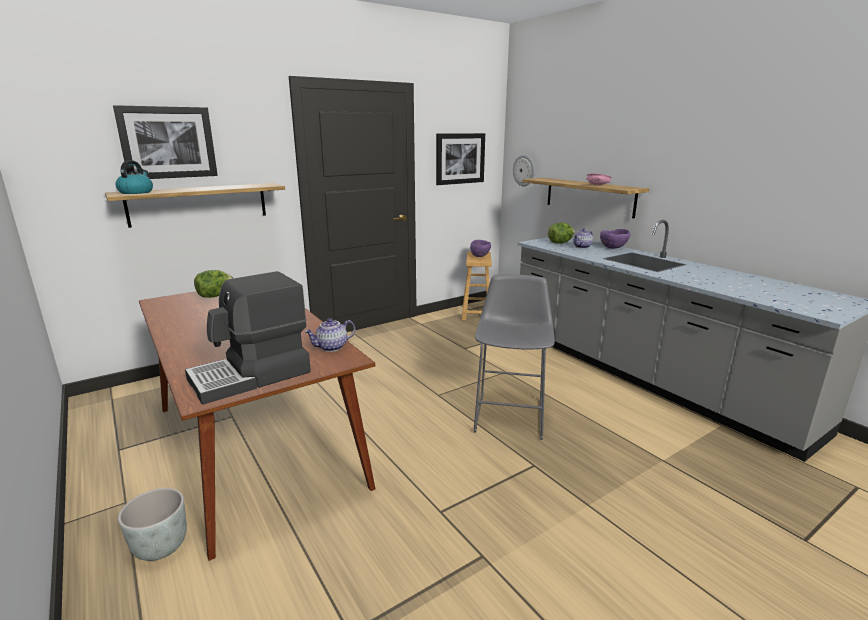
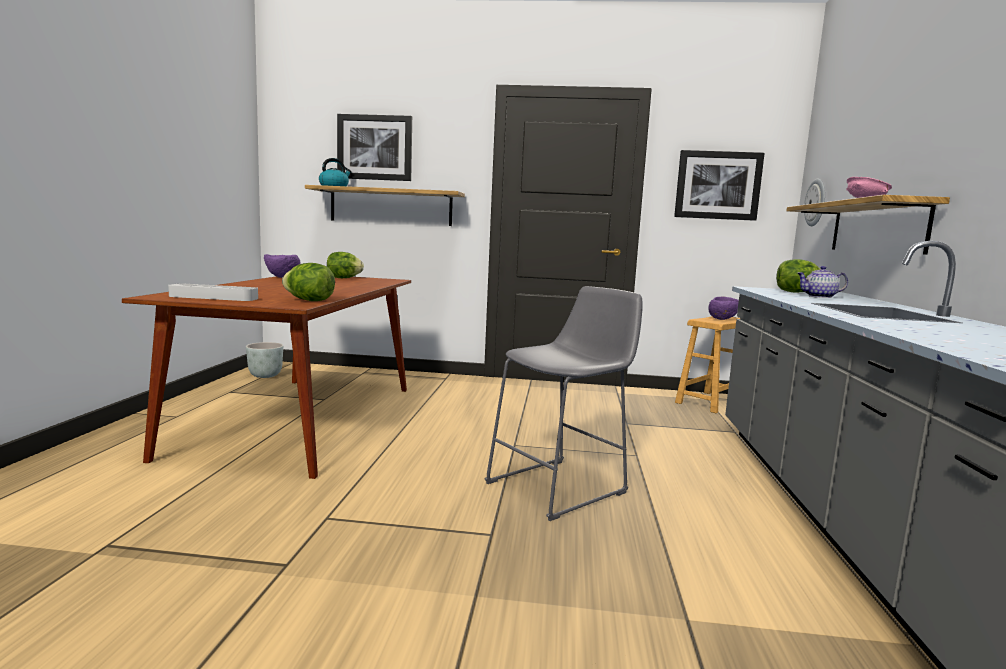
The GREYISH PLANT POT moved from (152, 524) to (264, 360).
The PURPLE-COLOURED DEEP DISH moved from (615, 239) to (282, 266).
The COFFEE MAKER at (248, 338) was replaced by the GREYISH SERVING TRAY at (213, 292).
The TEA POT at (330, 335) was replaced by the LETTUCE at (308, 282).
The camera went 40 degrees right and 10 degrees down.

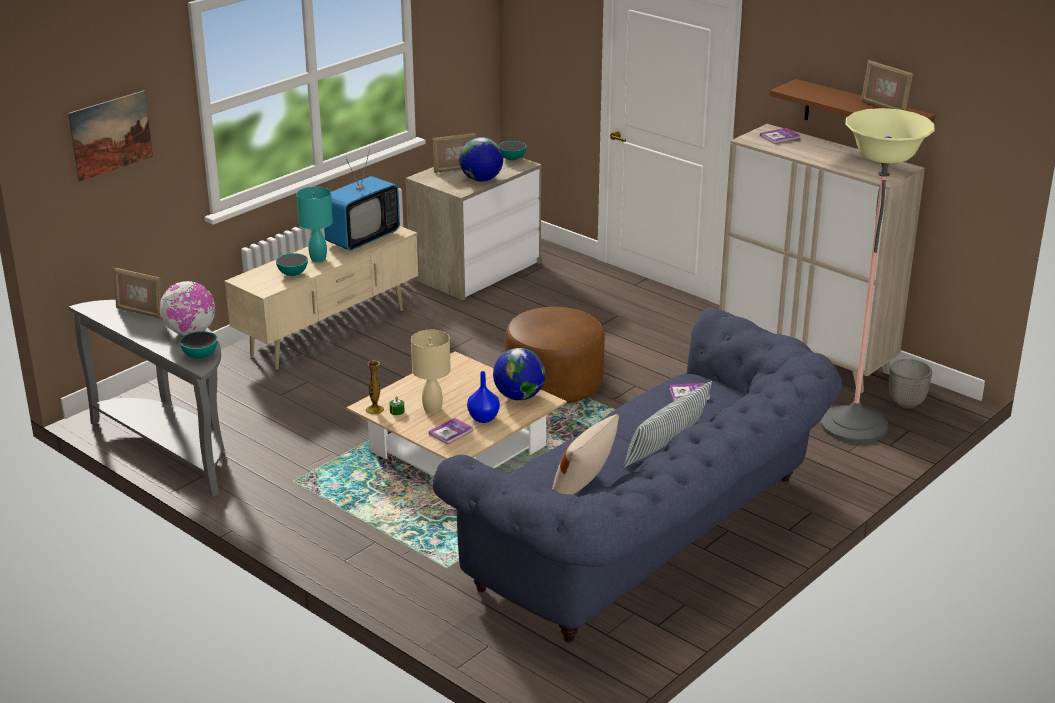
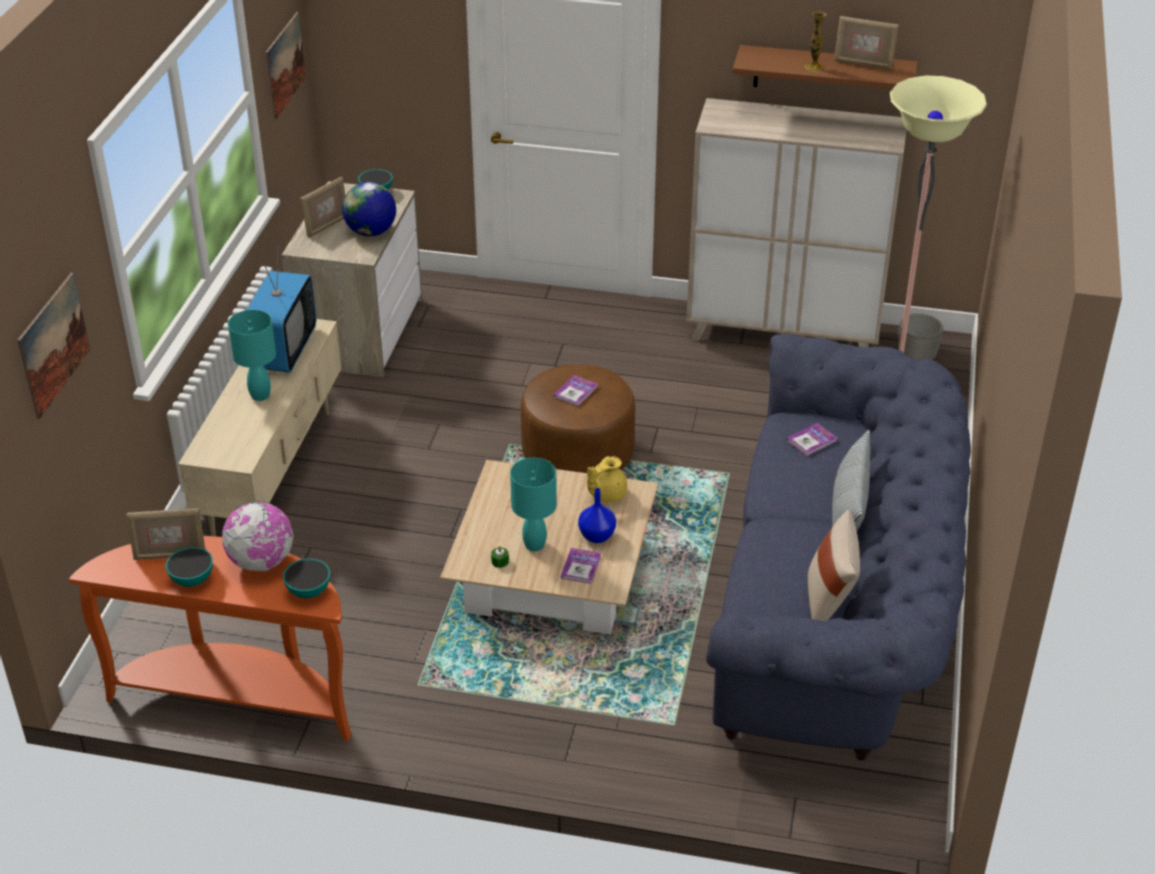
The WALL ART at (285, 66) appeared.
The DEEP DISH moved from (292, 264) to (189, 567).
The DECORATIVE VASE moved from (375, 387) to (815, 42).
The BOUND BOOK moved from (780, 136) to (576, 391).
The DESK GLOBE at (519, 374) was replaced by the YELLOW-COLOURED TEA POT at (607, 479).
The GREYISH CONSOLE TABLE at (147, 398) became the ORANGEY CONSOLE TABLE at (210, 638).
The BEIGE-COLOURED TABLE LAMP at (431, 372) became the TURQUOISE-COLOURED TABLE LAMP at (533, 504).
The camera went 30 degrees left and 10 degrees up.

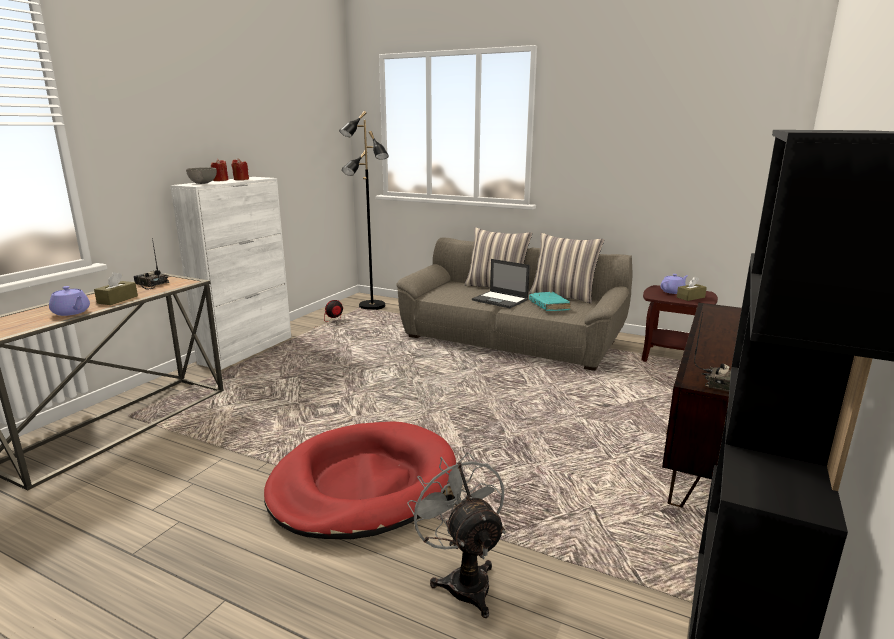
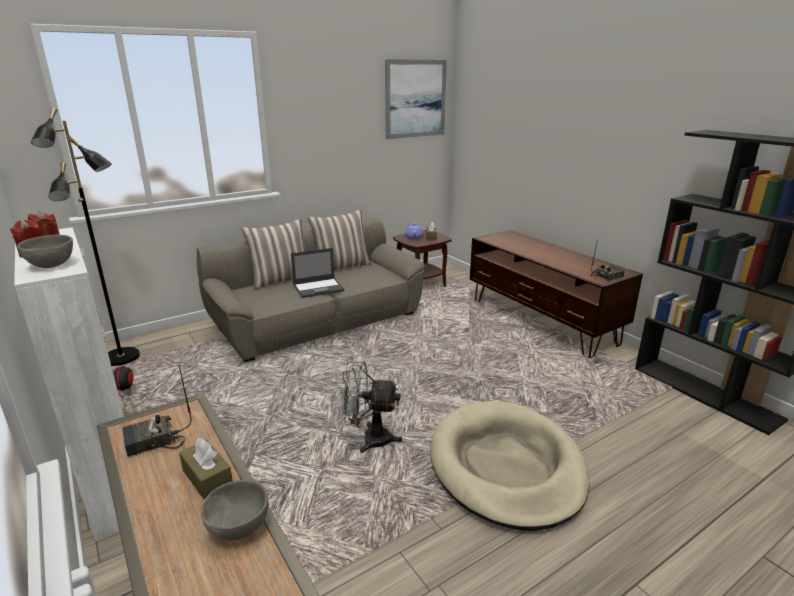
The TURQUOISE-COLOURED BOUND BOOK at (550, 301) disappeared.
The WALL ART at (416, 99) appeared.
The GREYISH COOLING FAN moved from (456, 535) to (370, 407).
The PURPLE-COLOURED TEA POT at (69, 301) was replaced by the GREYISH DEEP DISH at (234, 510).
The RED-COLOURED DOG CUSHION at (360, 480) became the BEIGE-COLOURED DOG CUSHION at (510, 466).
The camera went 60 degrees left and 5 degrees up.

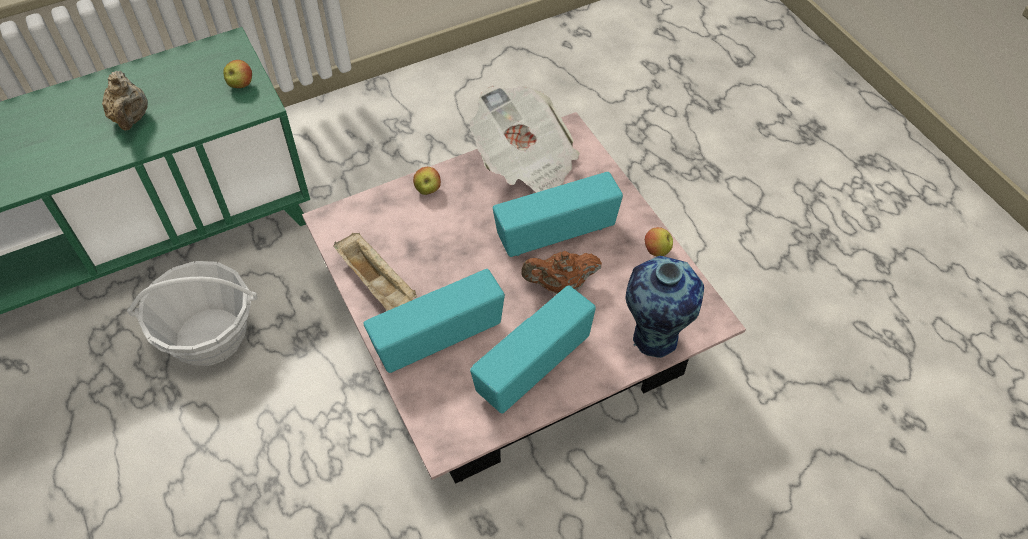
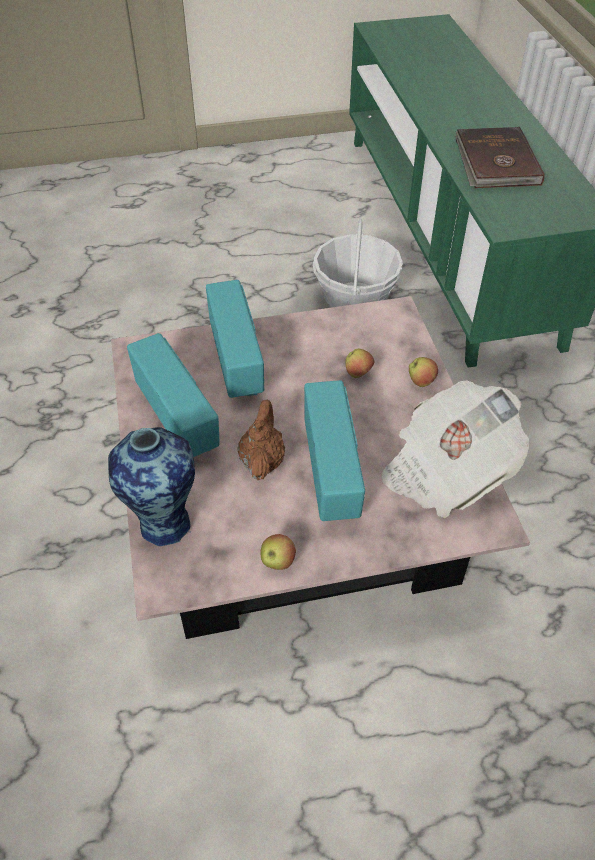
The BEIGE-COLOURED SERVING TRAY at (375, 272) disappeared.
The APPLE moved from (238, 74) to (360, 363).
The BEIGE-COLOURED TEA POT at (125, 100) was replaced by the BROWN BOUND BOOK at (500, 157).
The camera went 105 degrees right and 5 degrees down.

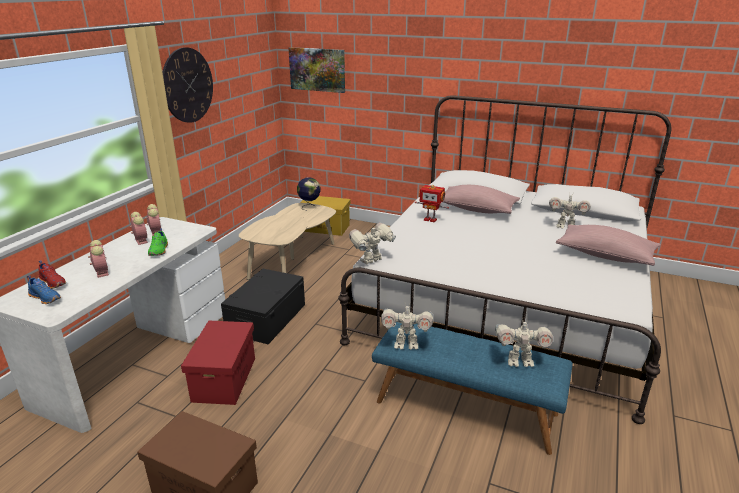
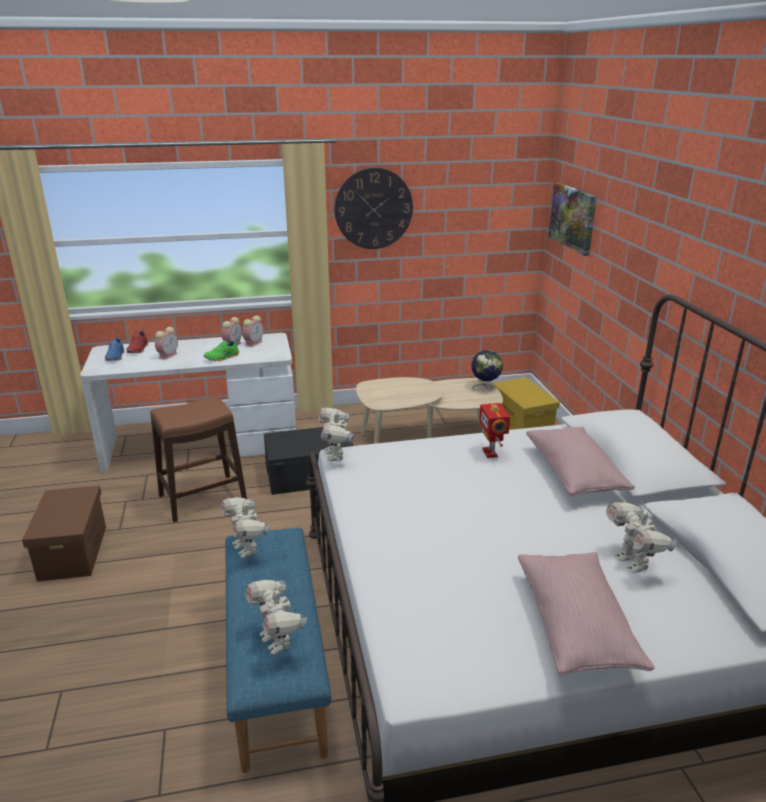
The RED-COLOURED STORAGE BIN at (218, 363) was replaced by the BROWN STOOL at (198, 458).
The TOY ROBOT at (372, 243) turned 120 degrees counterclockwise.
The camera went 55 degrees right and 0 degrees up.

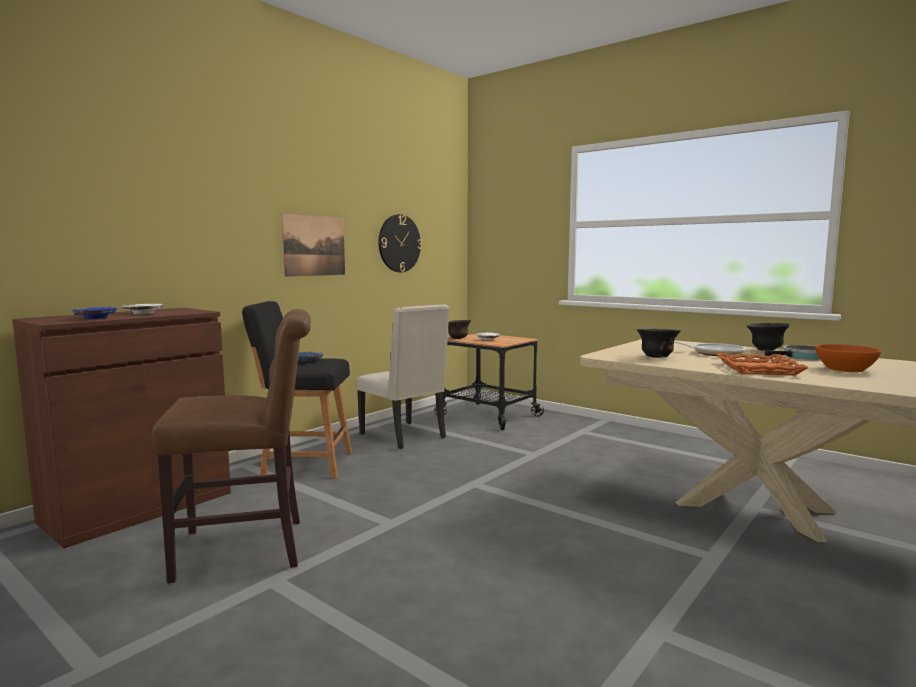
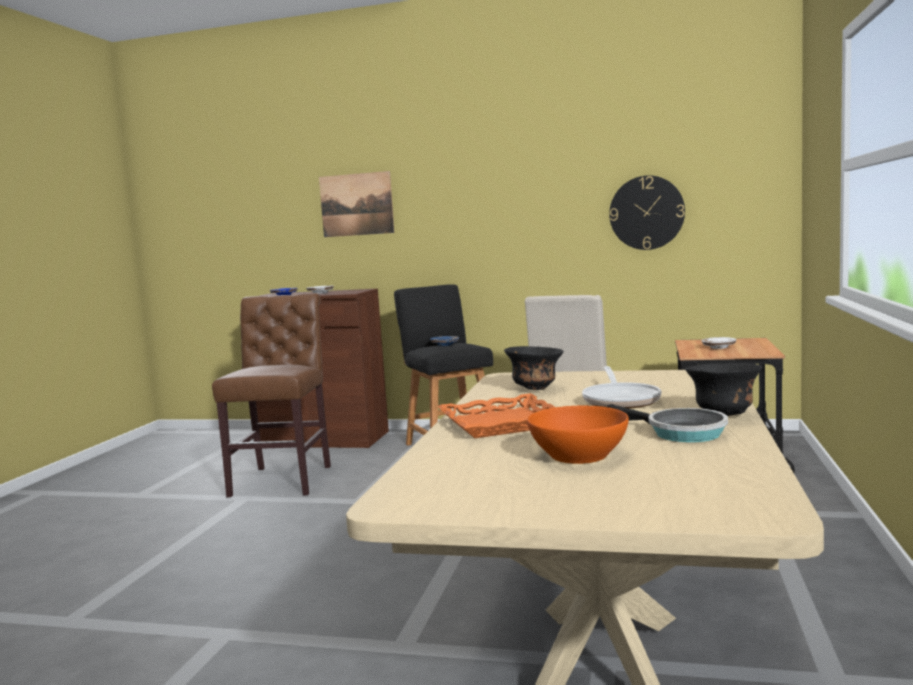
The BROWN DEEP DISH at (459, 329) disappeared.
The WALL ART moved from (313, 245) to (356, 204).
The BROWN UPRIGHT CHAIR at (231, 446) turned 135 degrees counterclockwise.
The camera went 65 degrees right and 0 degrees up.

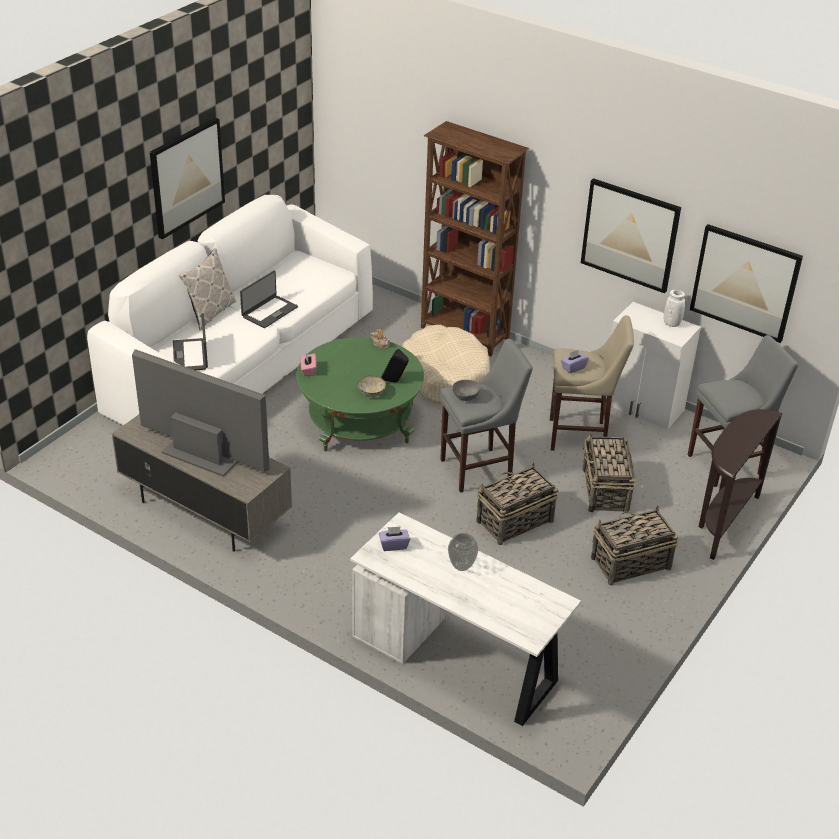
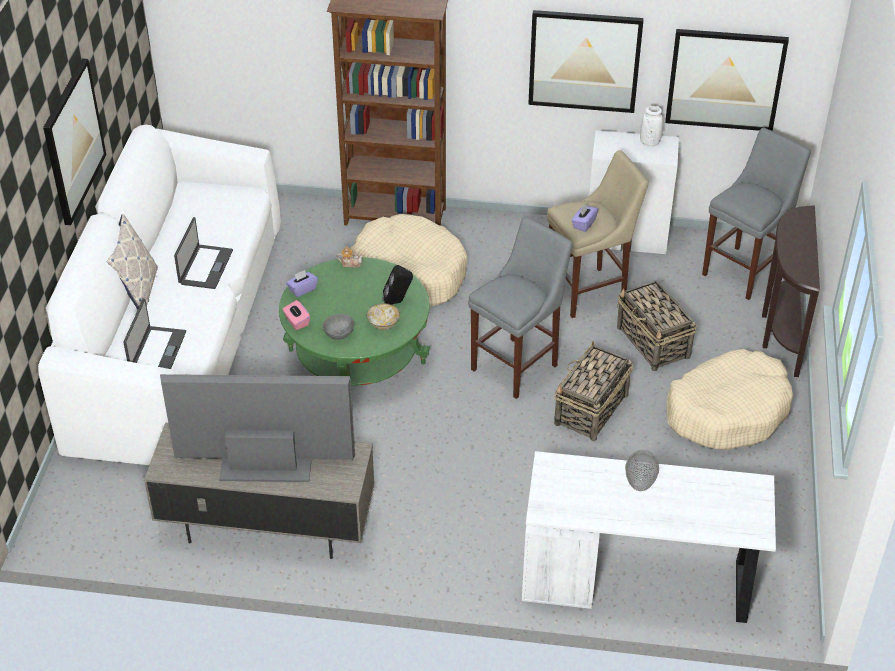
The PURPLE-COLOURED BOX OF TISSUES moved from (394, 538) to (302, 283).
The GREYISH DEEP DISH moved from (466, 390) to (338, 327).
The BASKET at (635, 545) was replaced by the BEIGE-COLOURED DOG CUSHION at (729, 399).
The NOTEBOOK COMPUTER at (190, 341) turned 135 degrees counterclockwise.
The camera went 25 degrees left and 5 degrees up.

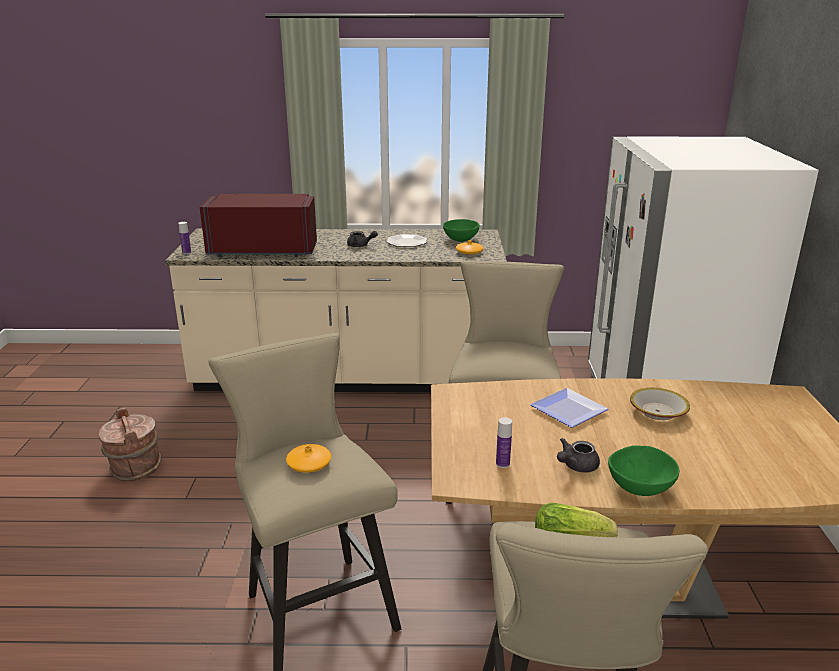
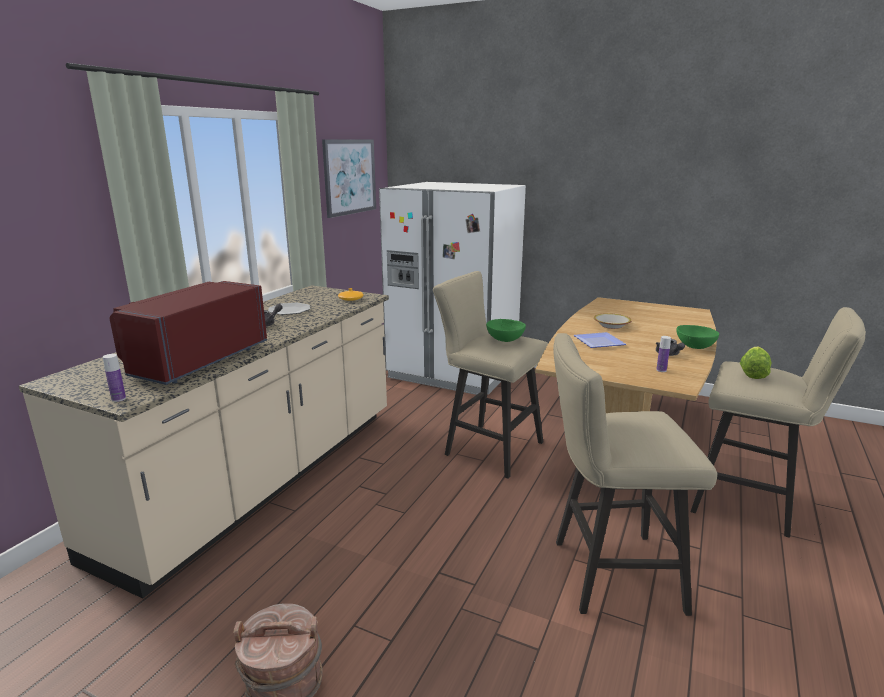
The ORANGEY DECORATIVE VASE at (308, 458) disappeared.
The WALL ART at (349, 178) appeared.
The GREEN DEEP DISH moved from (461, 230) to (506, 330).
The camera went 65 degrees left and 5 degrees down.

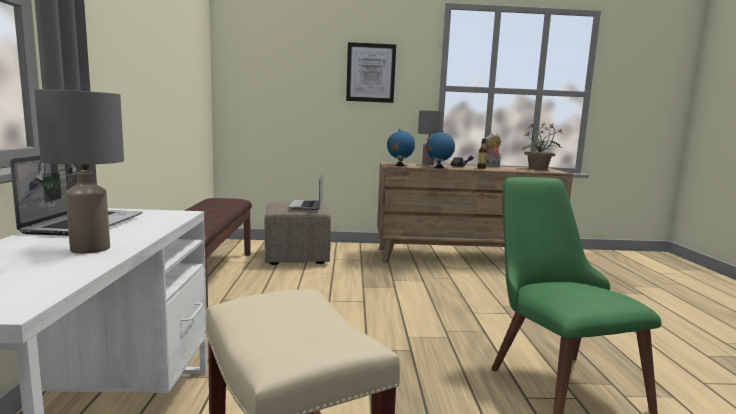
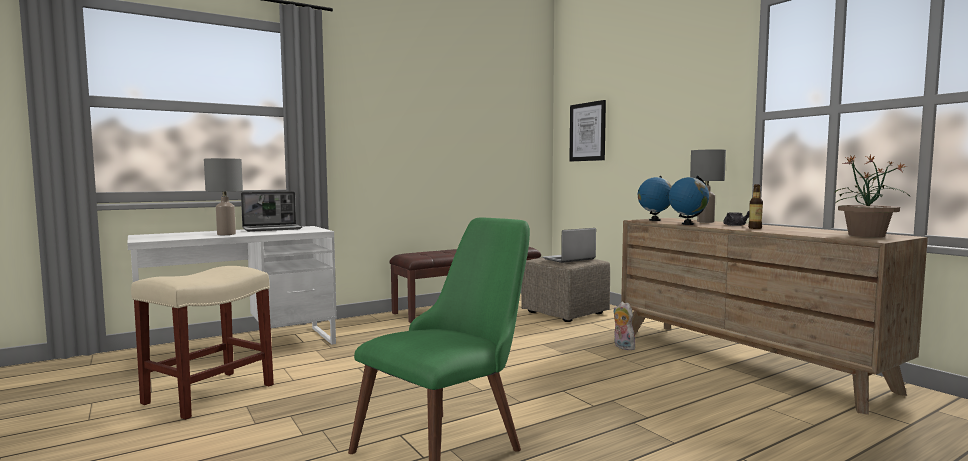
The WALL ART moved from (371, 72) to (587, 130).
The SOFT TOY moved from (493, 150) to (624, 326).
The camera went 60 degrees right and 5 degrees down.

